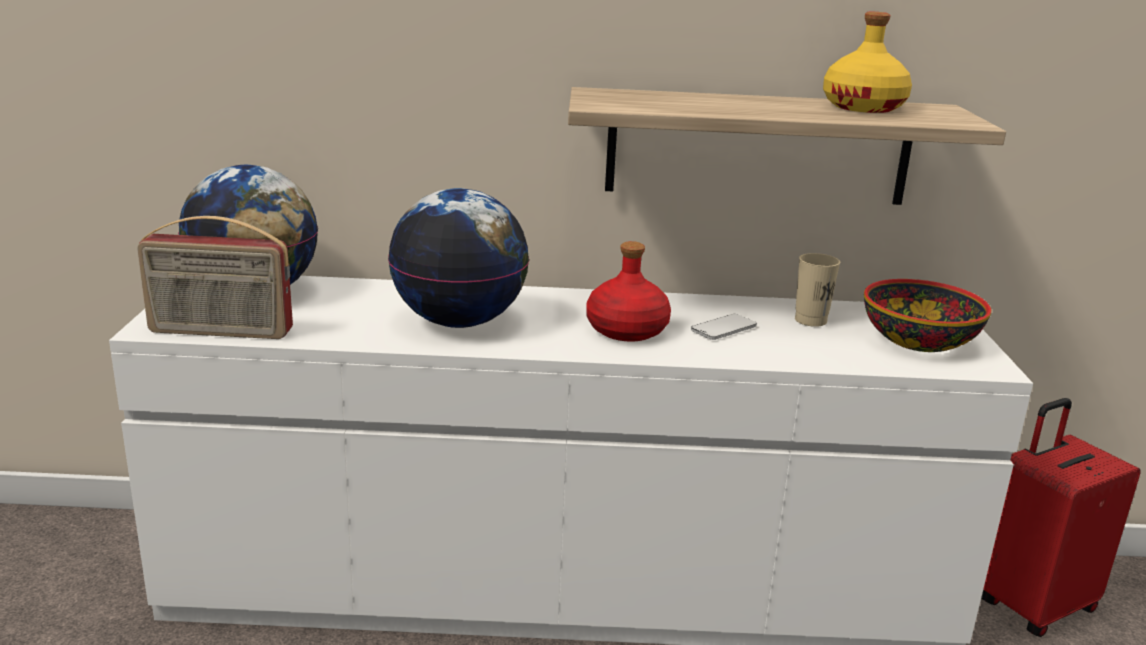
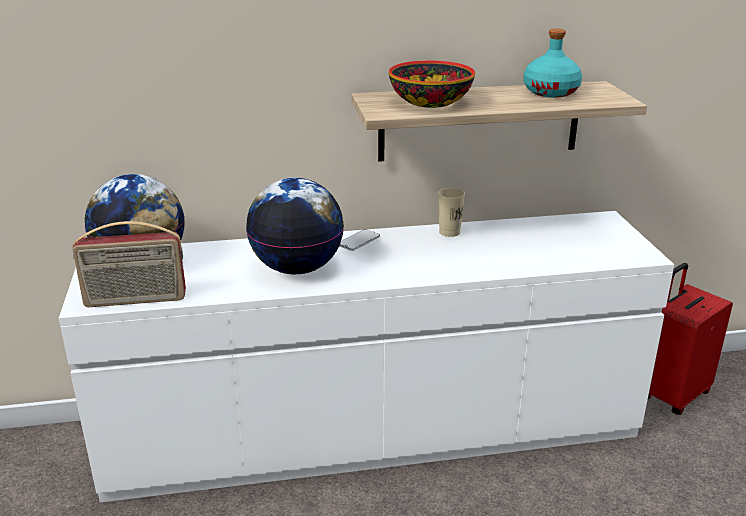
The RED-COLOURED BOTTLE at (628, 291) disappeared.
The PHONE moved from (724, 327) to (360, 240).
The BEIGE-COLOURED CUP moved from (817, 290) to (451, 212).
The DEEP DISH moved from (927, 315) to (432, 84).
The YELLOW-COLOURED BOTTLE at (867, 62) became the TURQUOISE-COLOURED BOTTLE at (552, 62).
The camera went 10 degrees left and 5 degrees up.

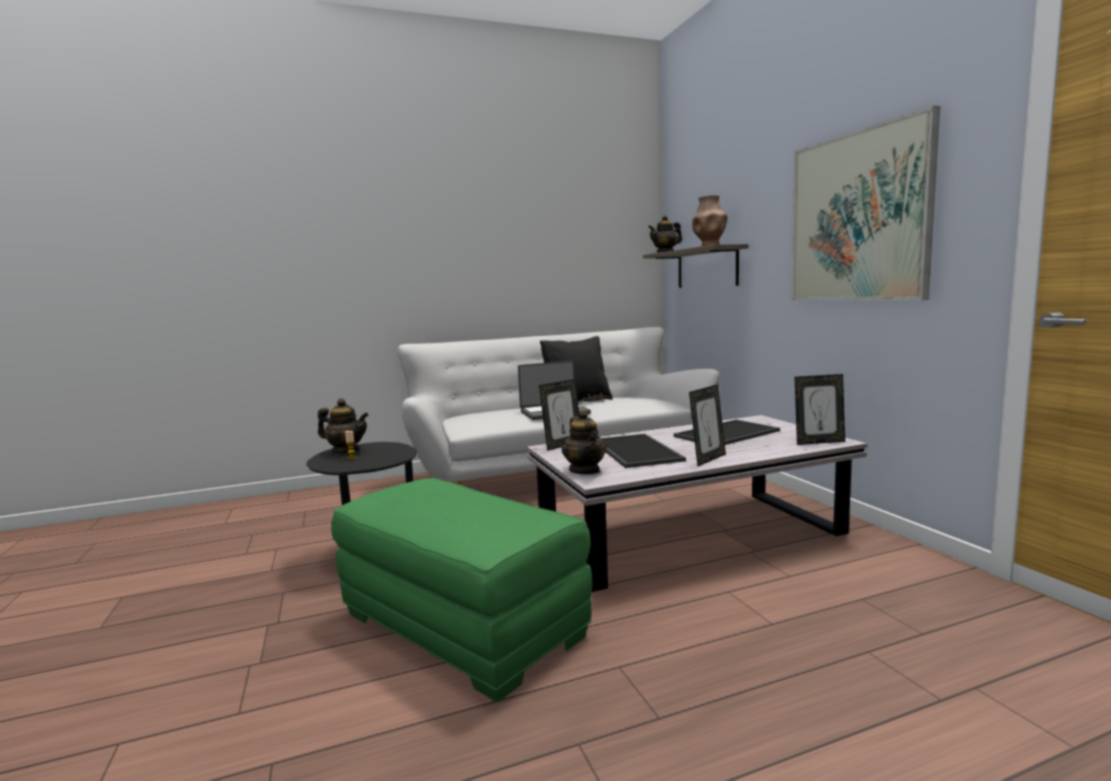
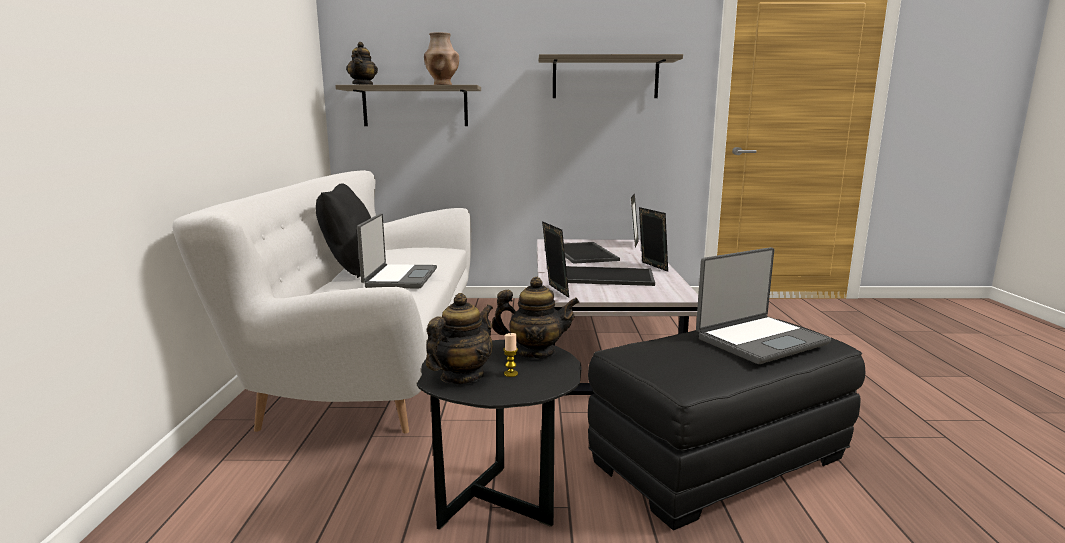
The NOTEBOOK COMPUTER at (763, 305) appeared.
The TEA POT moved from (584, 442) to (536, 318).
The WALL ART at (865, 203) was replaced by the WALL SHELF at (611, 76).
The GREEN POUFFE at (461, 590) became the BLACK-COLOURED POUFFE at (726, 424).
The camera went 70 degrees left and 5 degrees up.

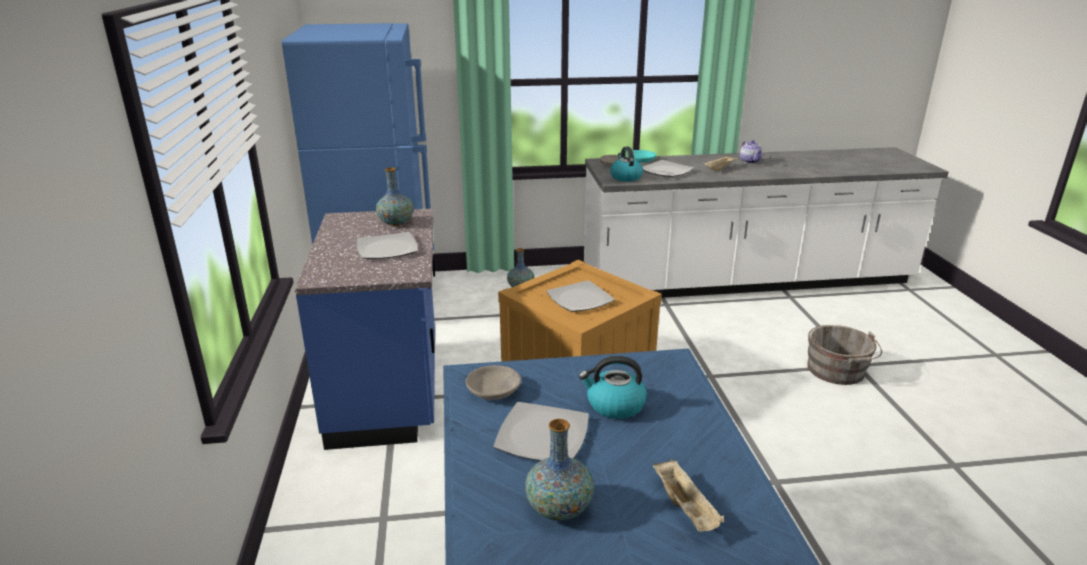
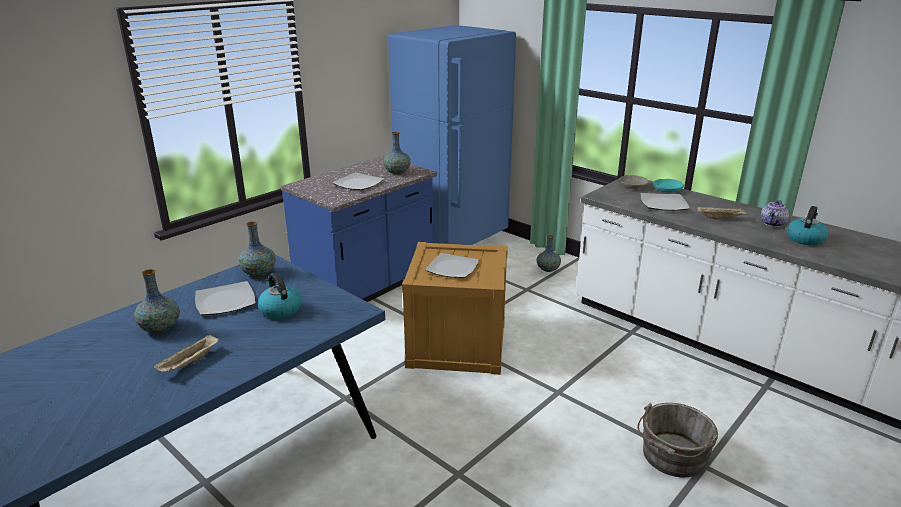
The WATER KETTLE moved from (626, 164) to (807, 226).
The GREYISH DEEP DISH at (493, 382) was replaced by the DECORATIVE VASE at (257, 249).
The camera went 50 degrees right and 0 degrees up.

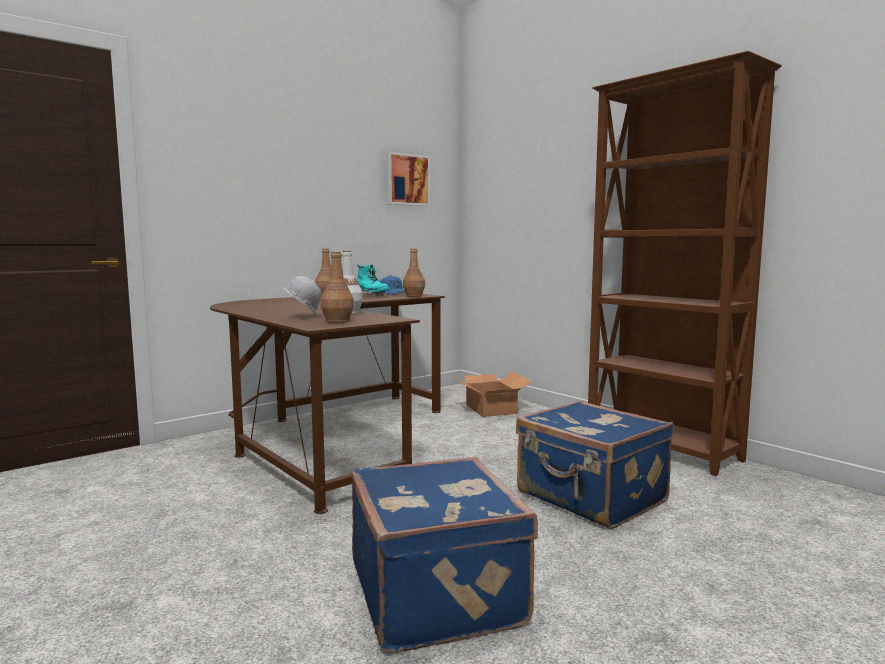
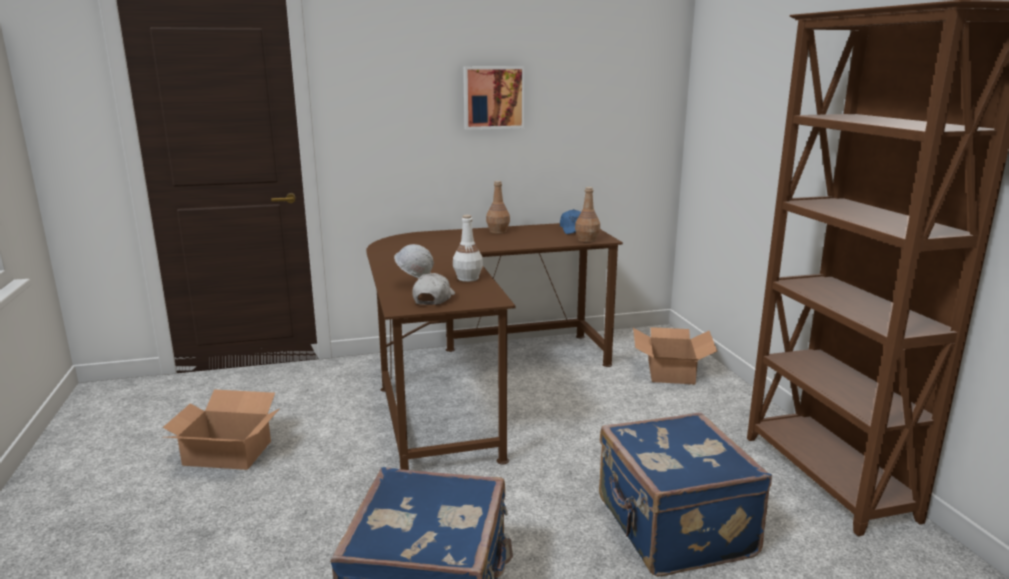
The TURQUOISE-COLOURED HIGH-TOP BOOT at (373, 280) disappeared.
The CARDBOARD BOX at (221, 429) appeared.
The WALL ART moved from (408, 179) to (494, 98).
The BROWN BOTTLE at (337, 287) was replaced by the WHITE CAP at (433, 289).
The camera went 25 degrees right and 10 degrees up.

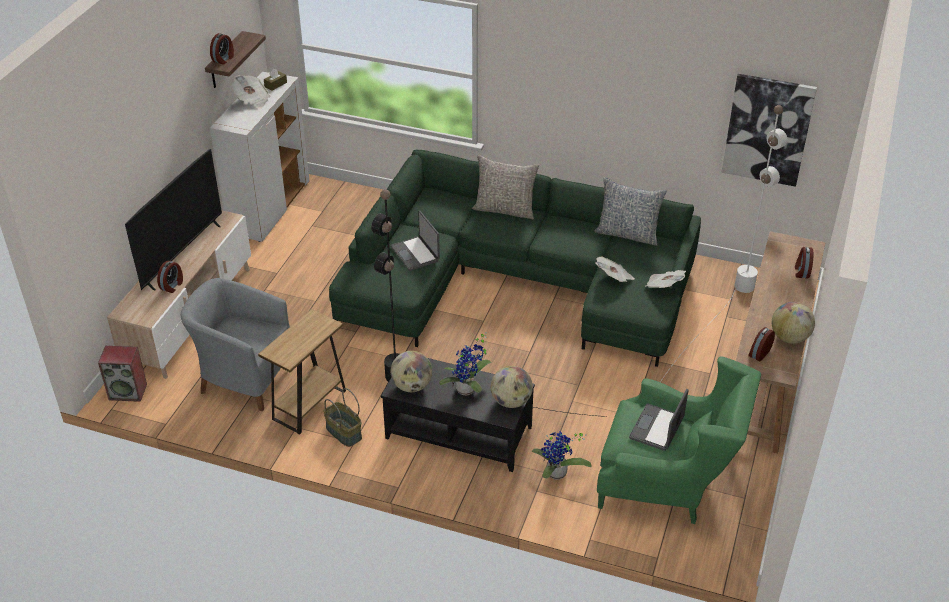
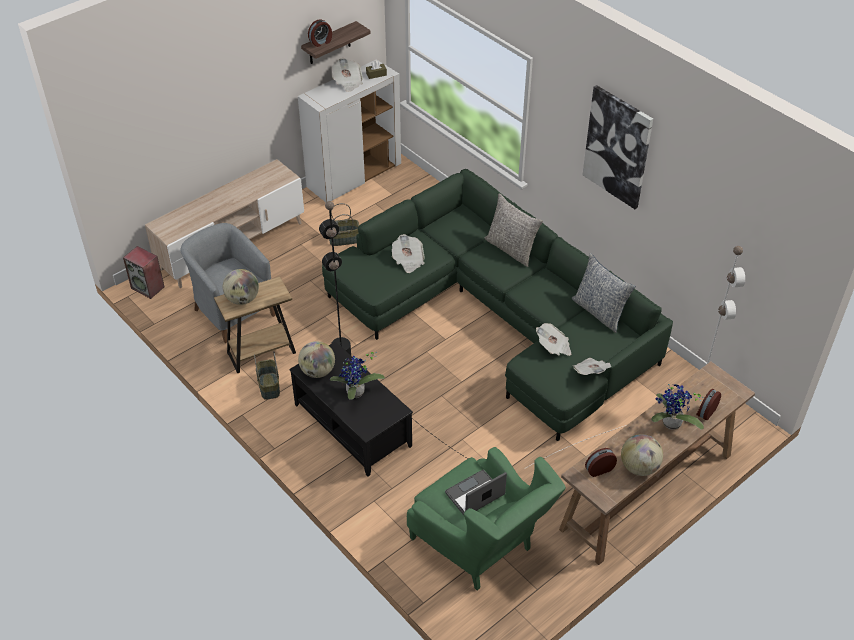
The TV SET at (173, 220) disappeared.
The BEDSIDE CLOCK at (170, 277) disappeared.
The BASKET at (344, 224) appeared.
The DESK GLOBE moved from (512, 387) to (241, 287).
The HOUSEPLANT moved from (562, 456) to (677, 407).
The WALL ART moved from (769, 130) to (617, 147).
The NOTEBOOK COMPUTER at (415, 240) was replaced by the DAILY PAPER at (408, 253).
The camera went 30 degrees right and 5 degrees up.

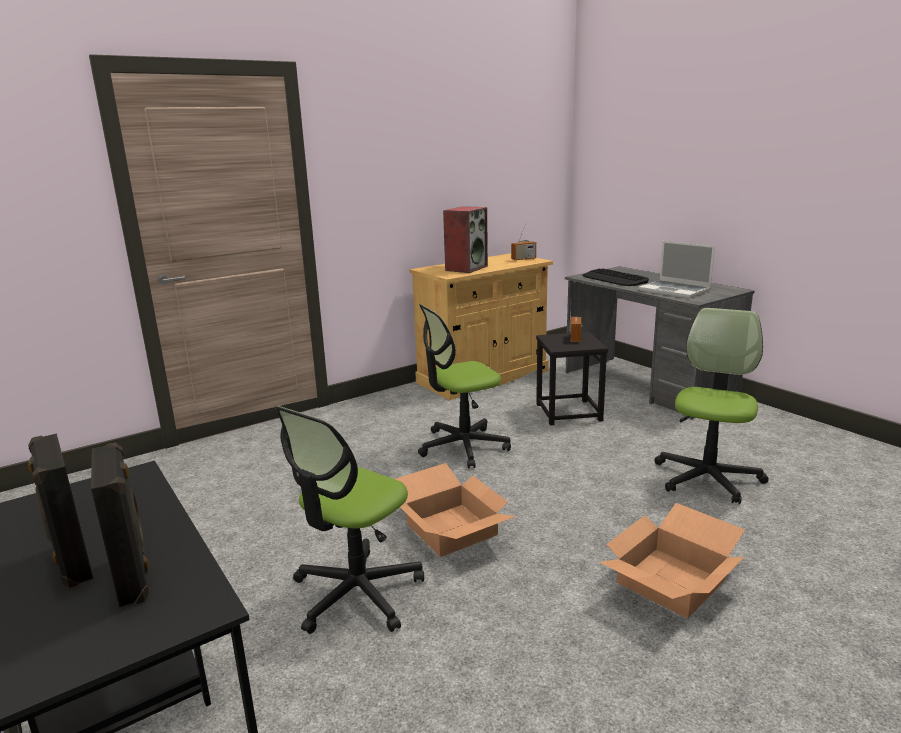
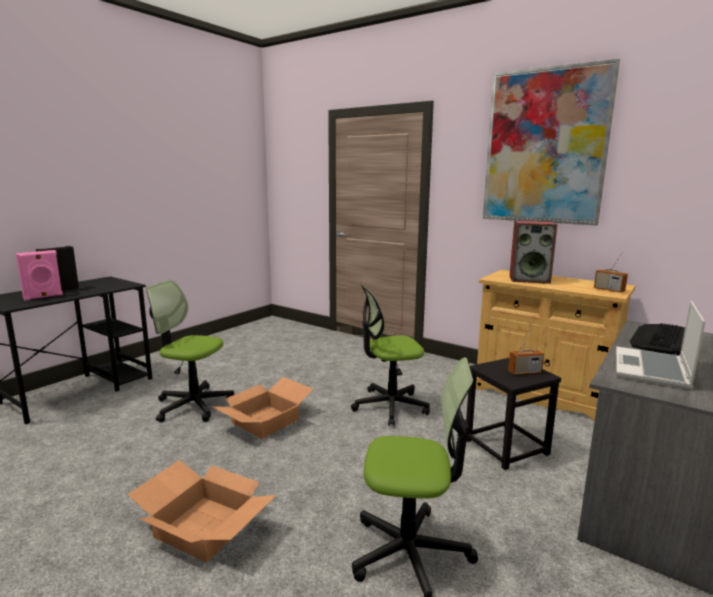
The WALL ART at (551, 142) appeared.
The BLACK-COLOURED LOUDSPEAKER at (120, 524) became the PINKISH LOUDSPEAKER at (39, 275).
The OFFICE CHAIR at (464, 386) turned 60 degrees counterclockwise.
The camera went 70 degrees right and 5 degrees down.

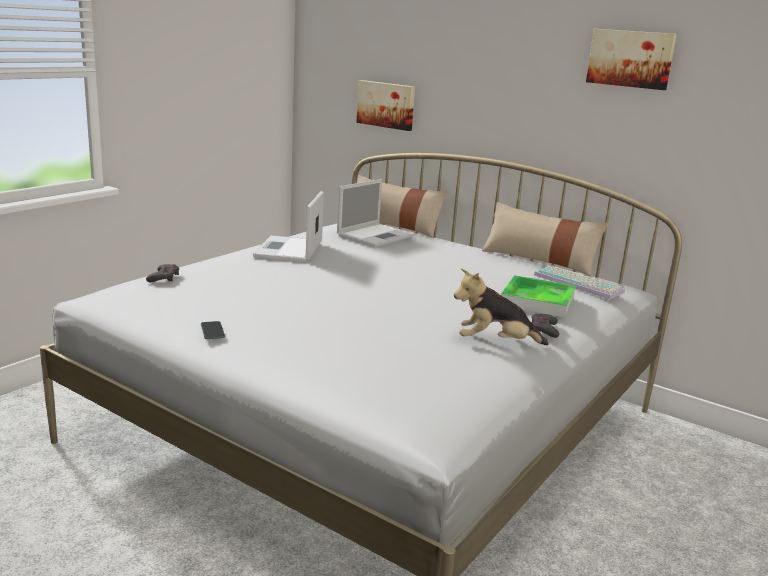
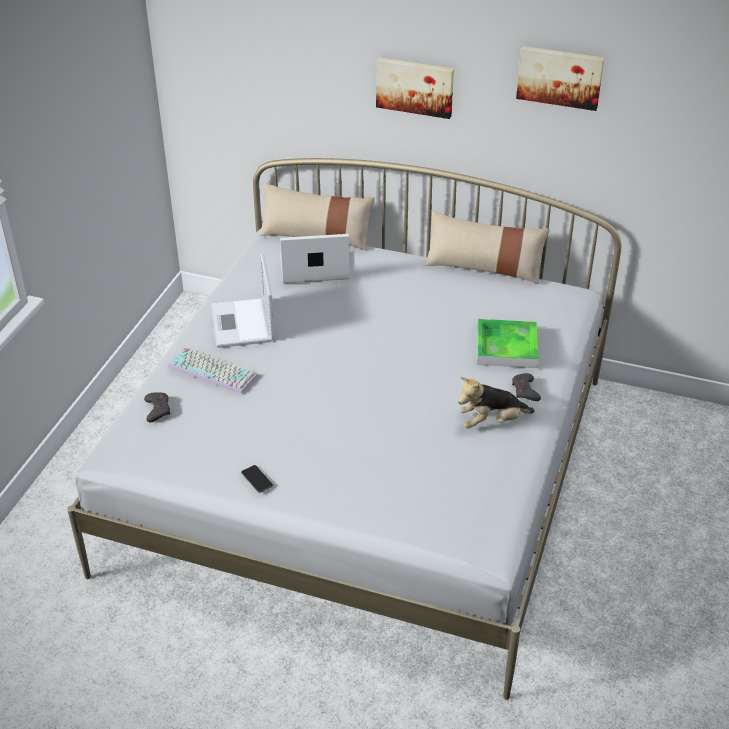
The WALL ART moved from (385, 105) to (415, 88).
The COMPUTER KEYBOARD moved from (579, 282) to (213, 370).
The NOTEBOOK COMPUTER at (376, 213) turned 120 degrees counterclockwise.
The camera went 15 degrees left and 20 degrees up.

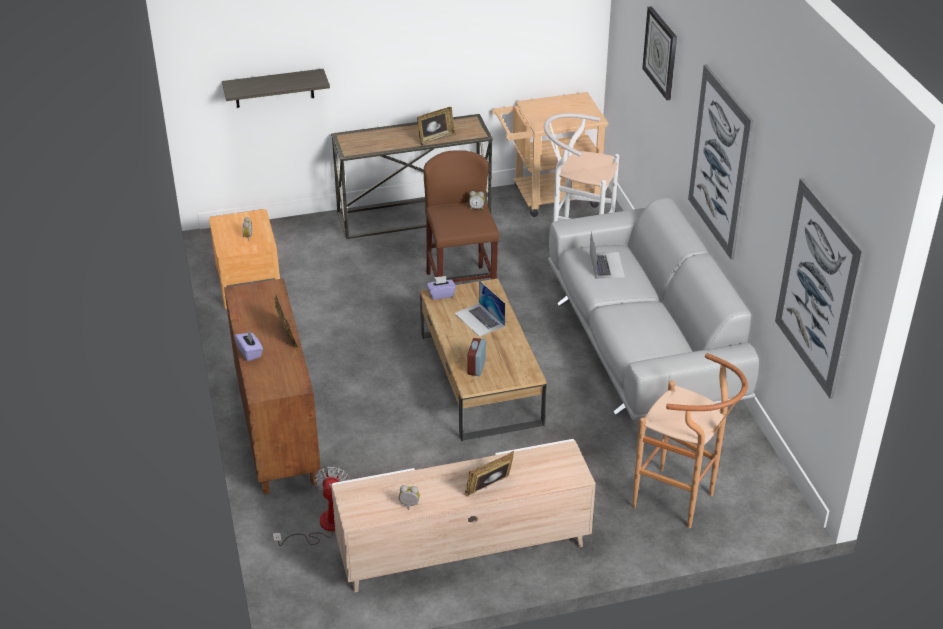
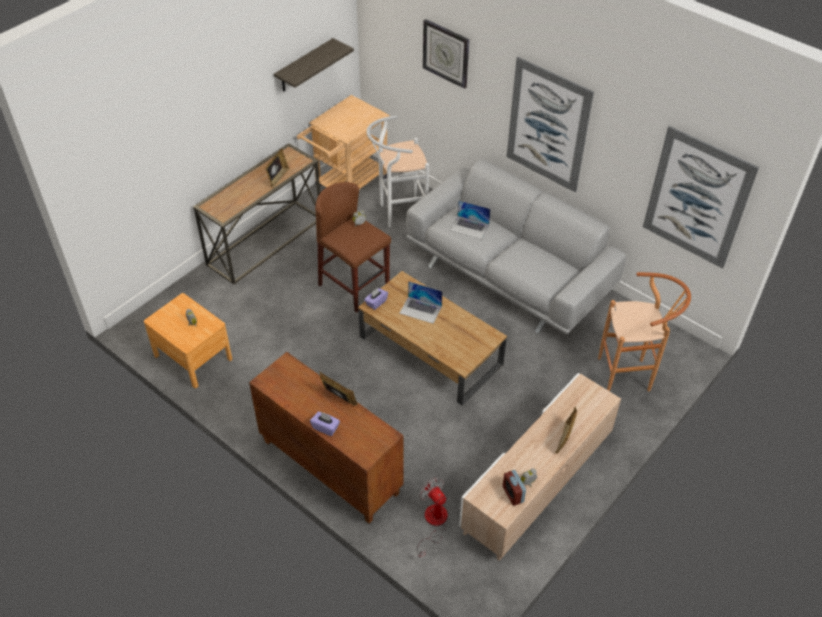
The WALL SHELF moved from (276, 88) to (314, 65).
The BEDSIDE CLOCK moved from (477, 357) to (514, 488).
The NOTEBOOK COMPUTER at (607, 255) turned 150 degrees clockwise.
The camera went 35 degrees left and 10 degrees up.

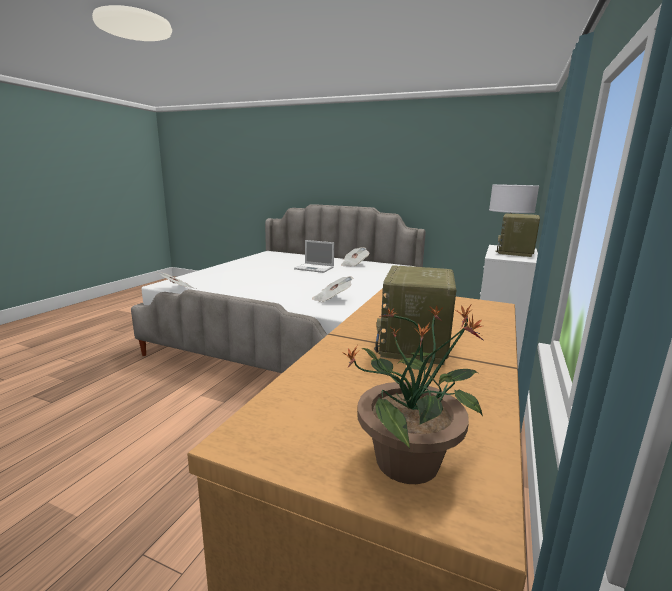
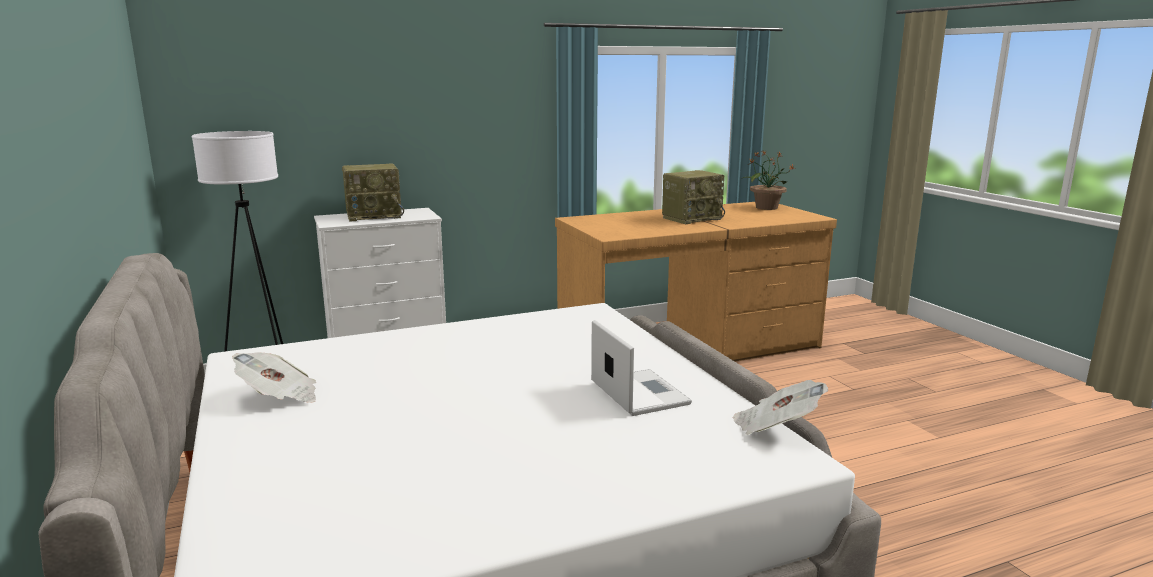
The DAILY PAPER at (333, 289) disappeared.
The NOTEBOOK COMPUTER moved from (314, 256) to (641, 368).
The camera went 135 degrees left and 0 degrees up.

